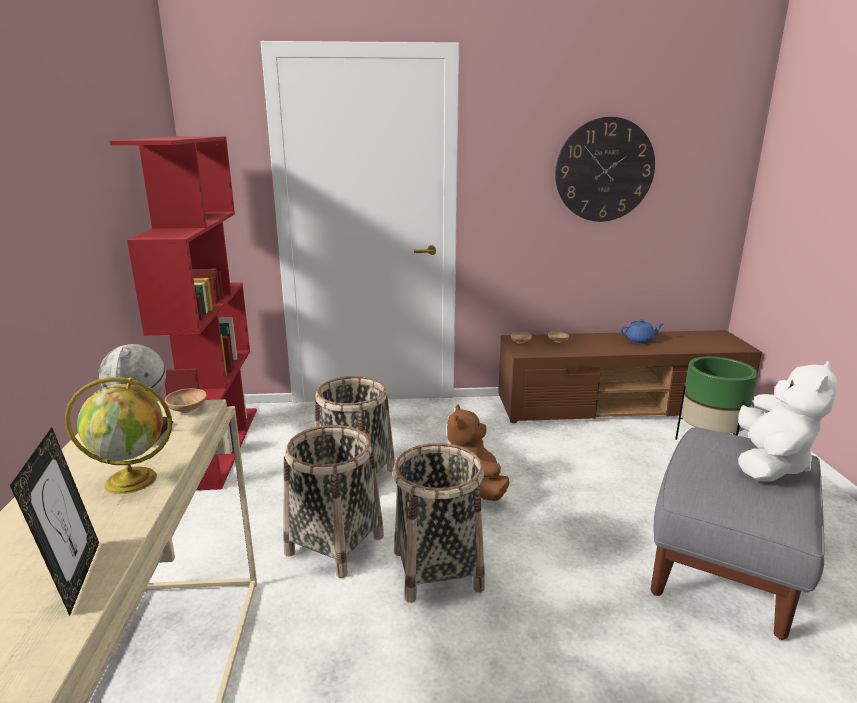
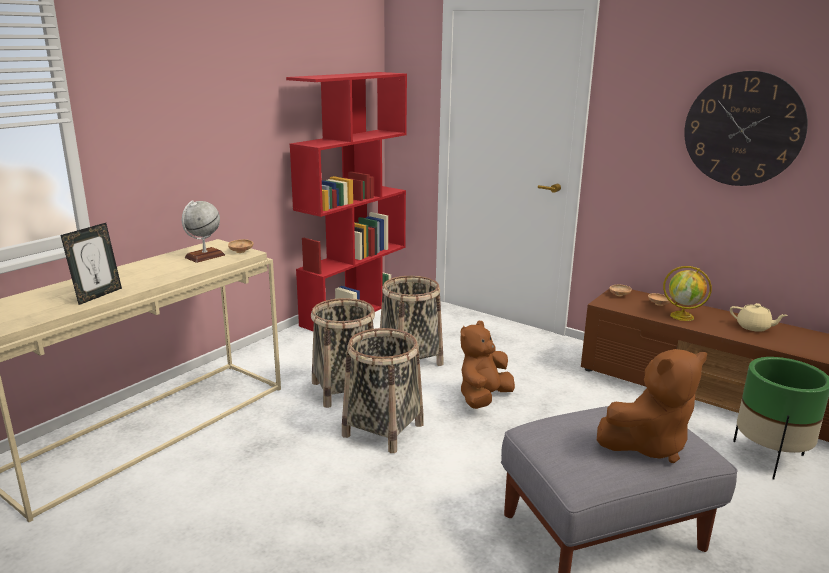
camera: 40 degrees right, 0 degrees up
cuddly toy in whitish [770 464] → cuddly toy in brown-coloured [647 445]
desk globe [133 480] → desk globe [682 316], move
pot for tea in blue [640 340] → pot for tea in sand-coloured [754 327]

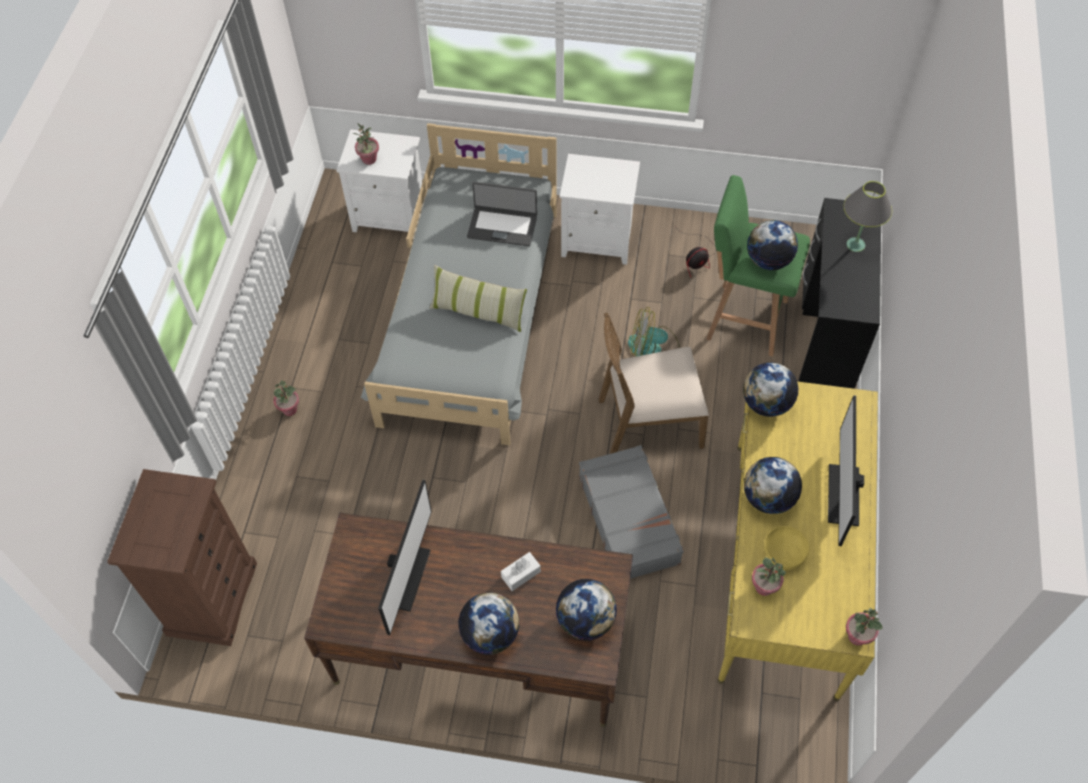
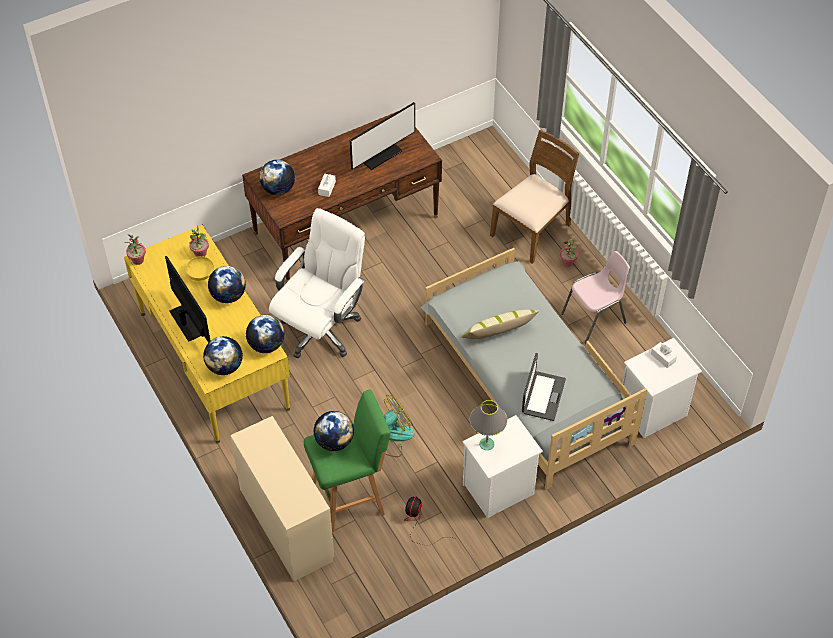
camera: 140 degrees right, 5 degrees down
desk globe [490 634] → desk globe [224 367], move
desk table in black [826 334] → desk table in sand-coloured [286 524]
travel case in greyish [629 519] → office chair in whitish [321 329]
monitor [405 577] → monitor [381 155], 105 degrees counterclockwise
table lamp in greyish [855 244] → table lamp in greyish [486 444], move
chair in brown-coloured [649 421] → chair in brown-coloured [532 230], move
notebook computer [502 226] → notebook computer [542 396], 135 degrees clockwise
- → chair in pink [594 319]
potted plant [369 159] → tissue holder in whitish [663 358]
chest of drawers in brown-coloured [212 598] → -

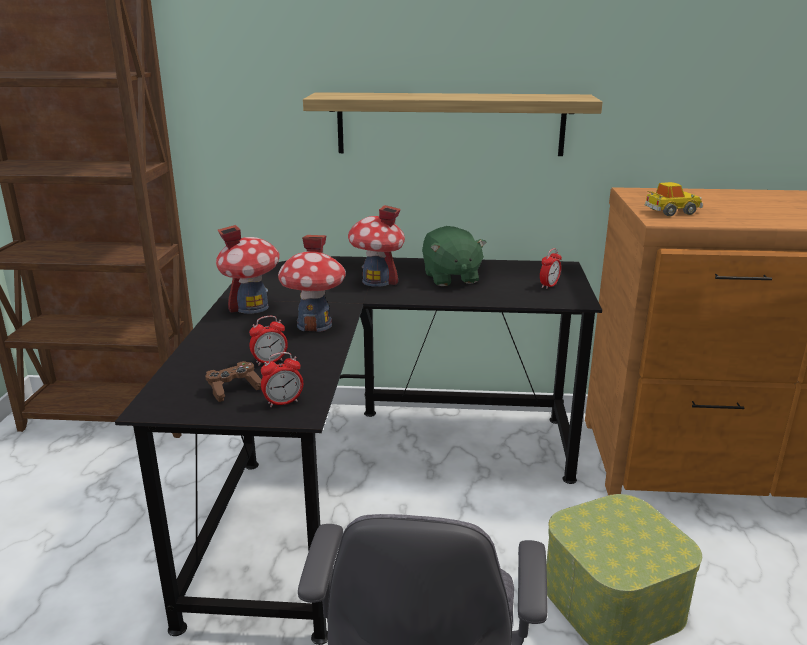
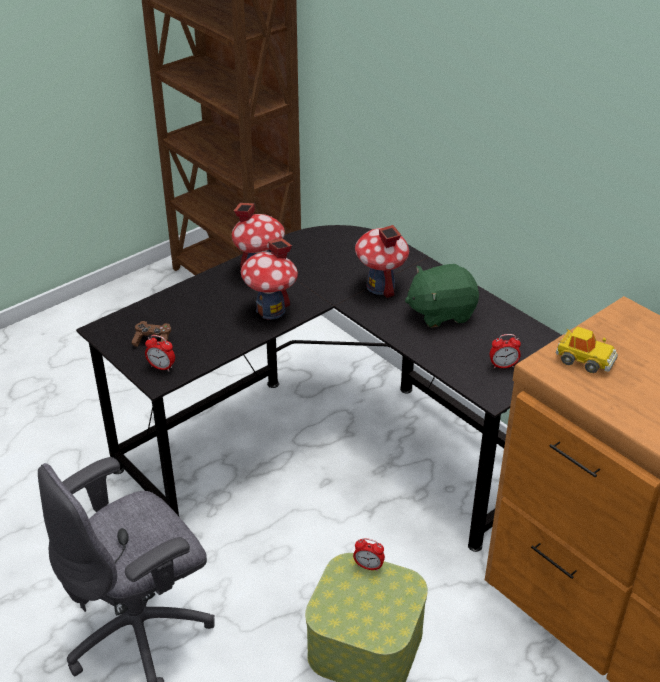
camera: 45 degrees right, 15 degrees up
table clock [269 361] → table clock [368 566], move
cuddly toy in greenish [450 278] → cuddly toy in greenish [441 312], 45 degrees clockwise
bracket shelf [450 124] → -

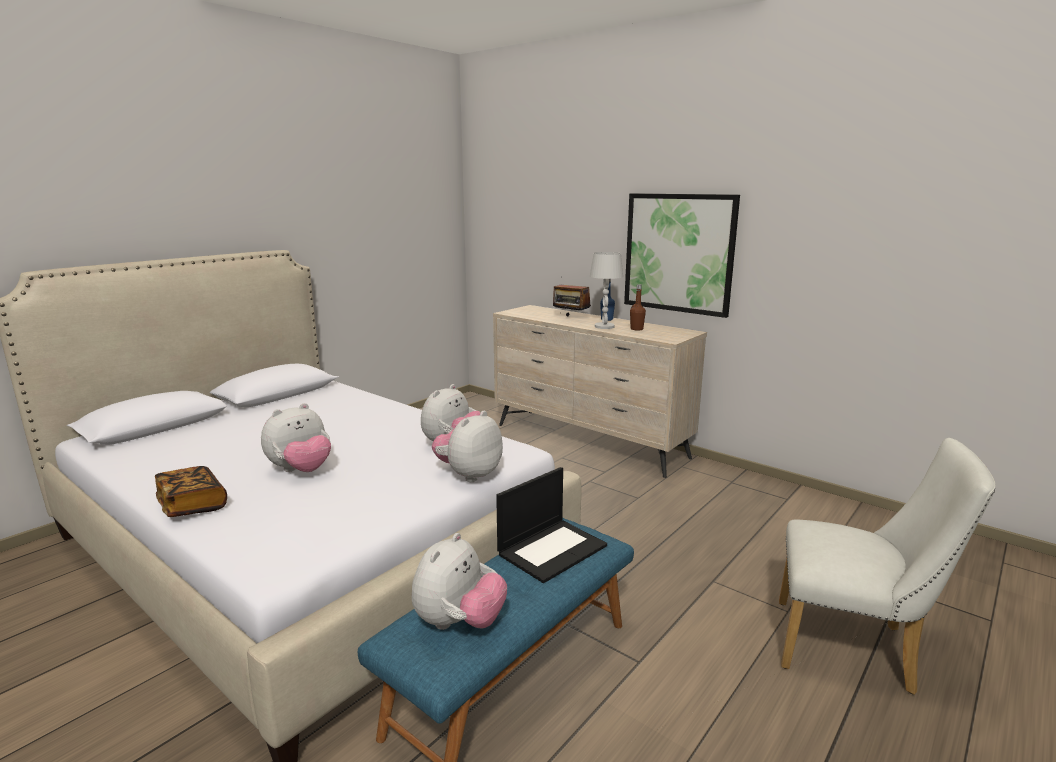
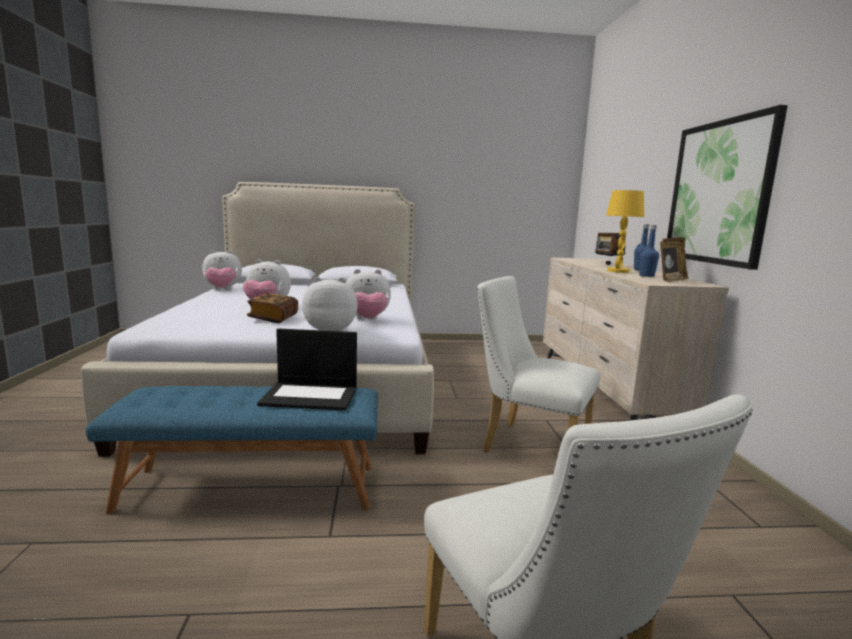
camera: 45 degrees right, 5 degrees down
cuddly toy [459 623] → cuddly toy [222 290], move
book [192 505] → book [273 318], move
- → chair in whitish [528 446]
table lamp in whitish [604 326] → table lamp in yellow-coloured [618 271]
drink bottle in brown-coloured [636 329] → drink bottle in blue [646 276]
- → photo frame [670 280]

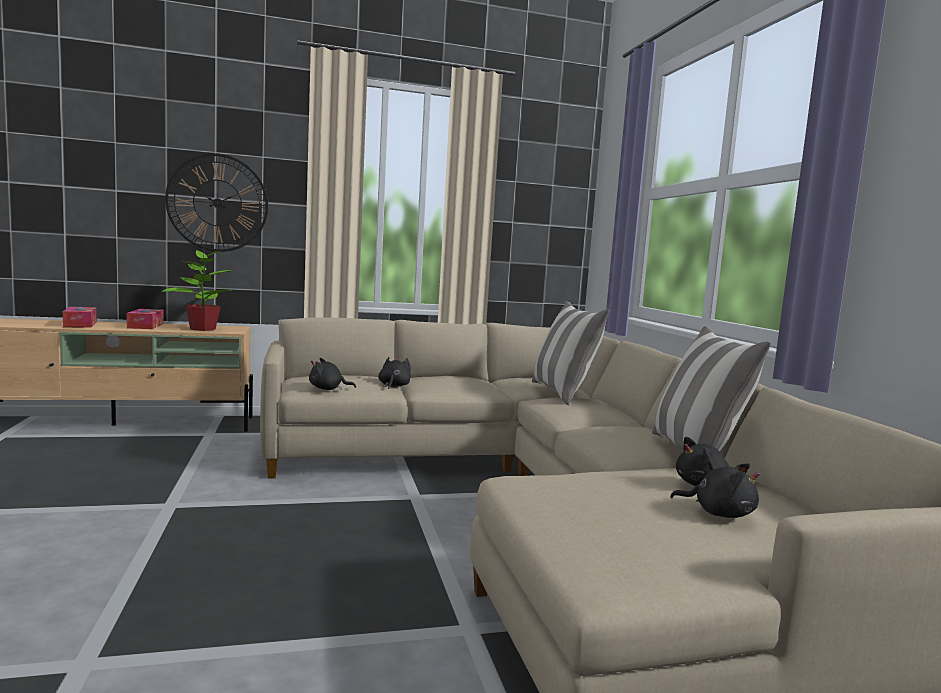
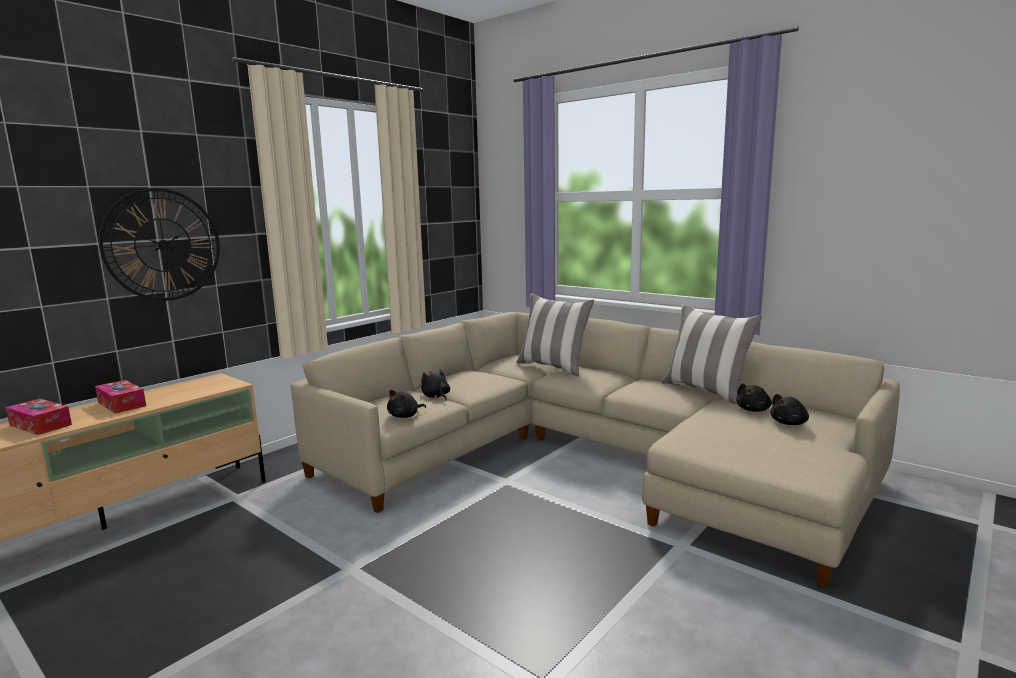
camera: 35 degrees left, 5 degrees up
cuddly toy in black [719 513] → cuddly toy in black [789 423], 150 degrees clockwise
potted plant [202 329] → -

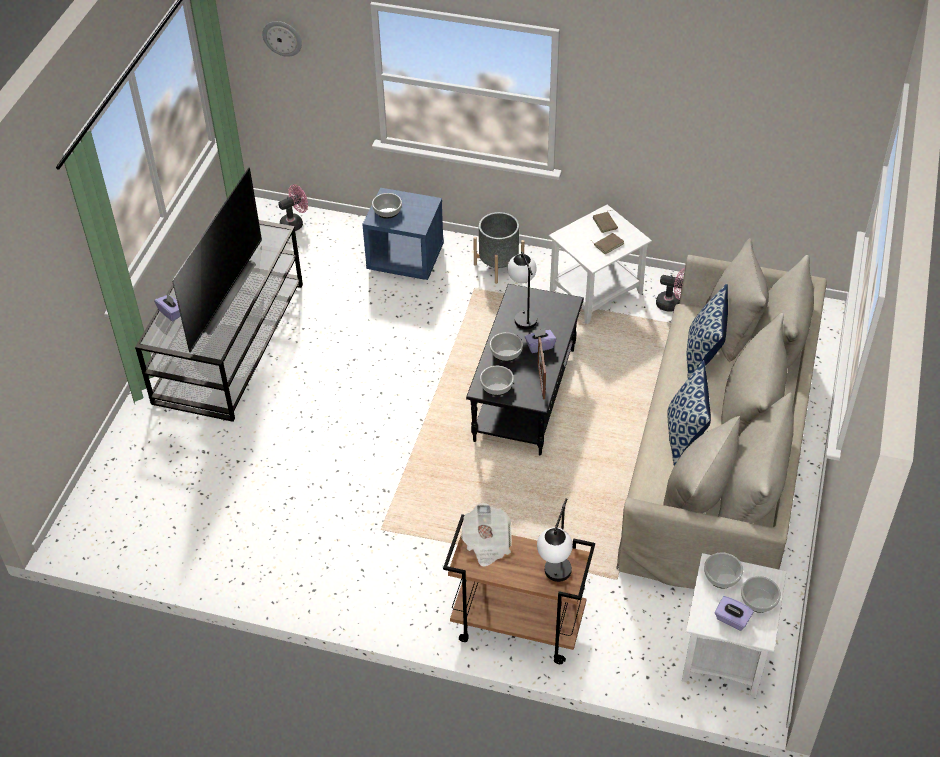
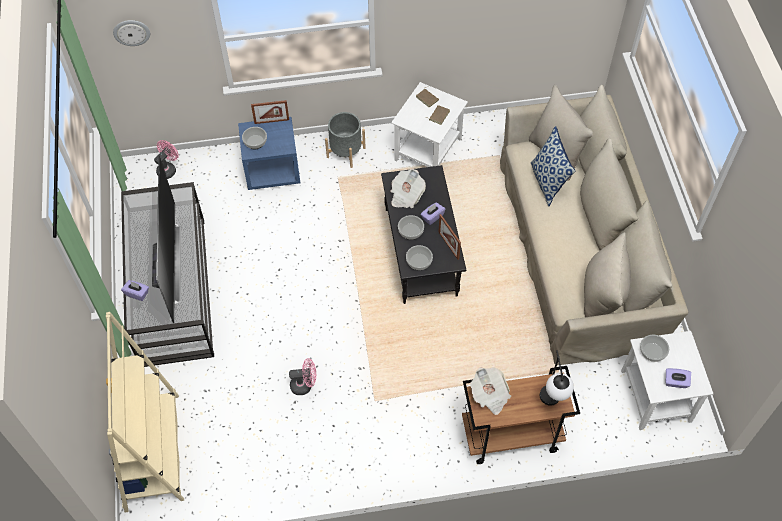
camera: 25 degrees left, 10 degrees up
- → shelving unit in sand-coloured [152 451]
- → photo frame [271 121]
cooling fan in pink [672 304] → cooling fan in pink [304 385], move
table lamp [522 314] → newspaper [406 195]
pillow [685 437] → -
deep dish [759 599] → -

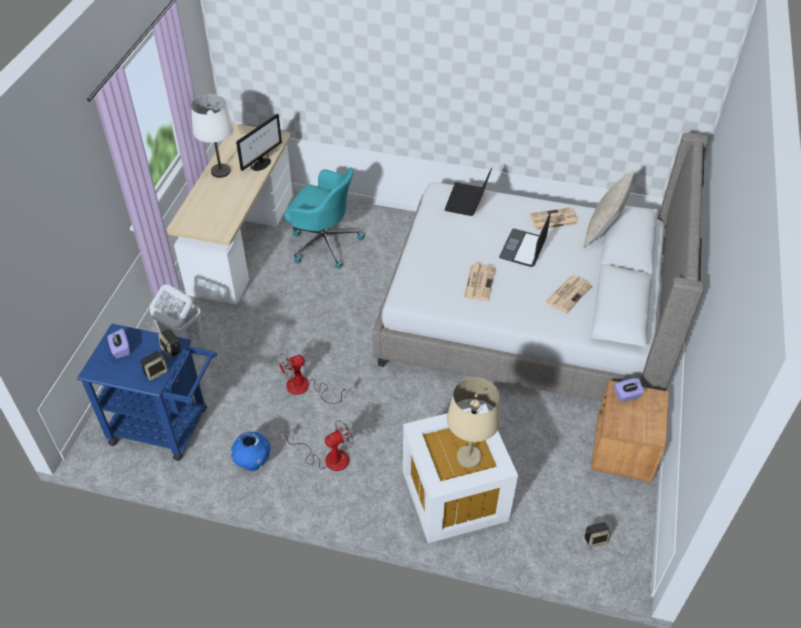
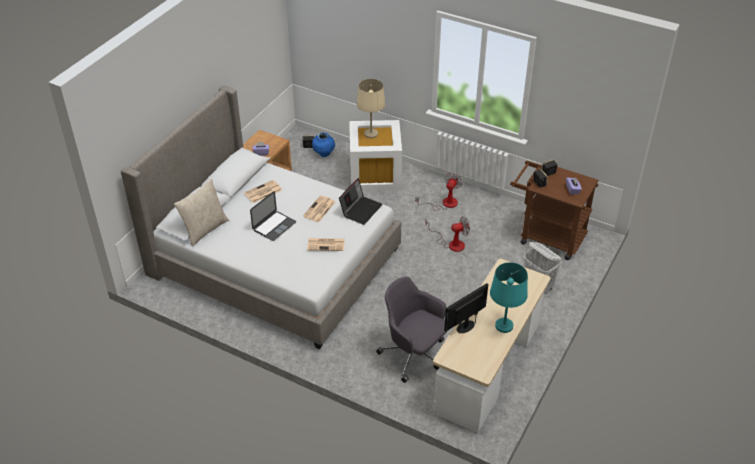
camera: 165 degrees left, 5 degrees down
newspaper [552 219] → newspaper [326 244], move
vase in blue [253 463] → vase in blue [324 154], move
notebook computer [467 201] → notebook computer [361 209], move
office chair in turquoise [323 243] → office chair in greyish [414 354]
cooling fan [328 458] → cooling fan [444 203], 135 degrees clockwise
table lamp in whitish [220 171] → table lamp in turquoise [504 326]
cart in blue [167 428] → cart in brown-coloured [546 236]

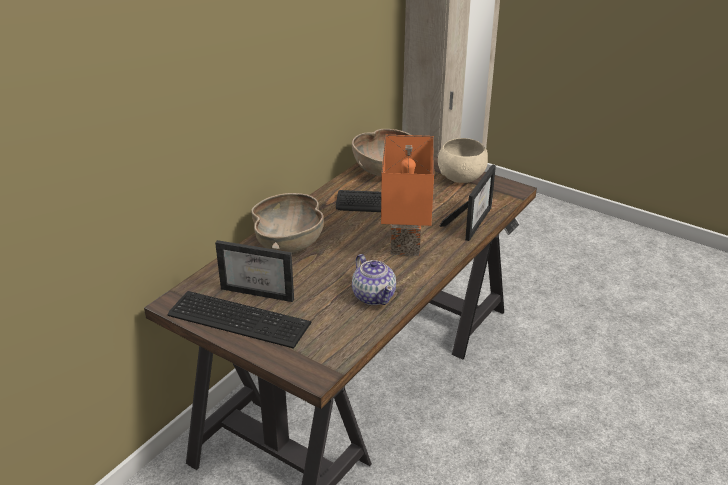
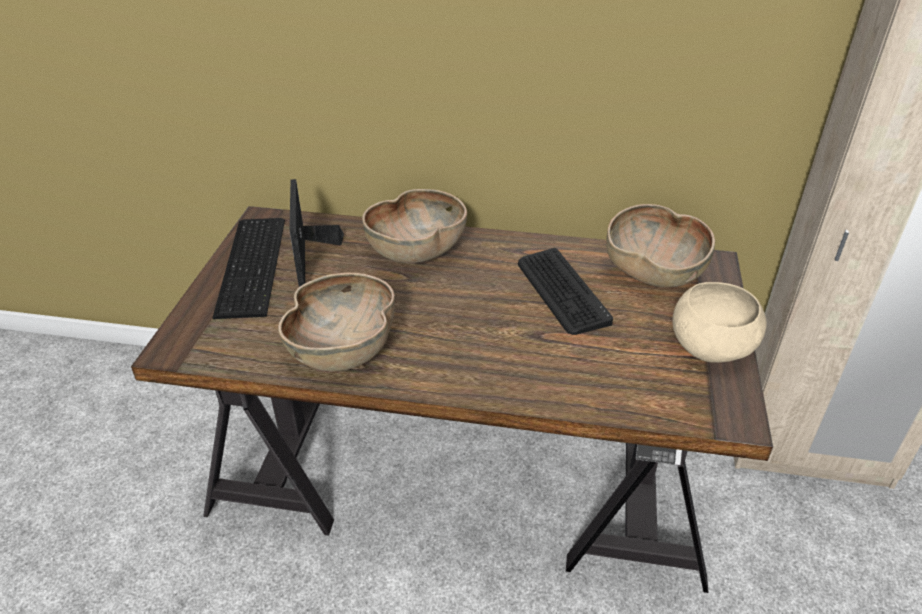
camera: 65 degrees right, 5 degrees up
pot for tea [374 296] → deep dish in brown-coloured [343 349]
table lamp in orange-coloured [403 241] → -
photo frame [472 221] → -

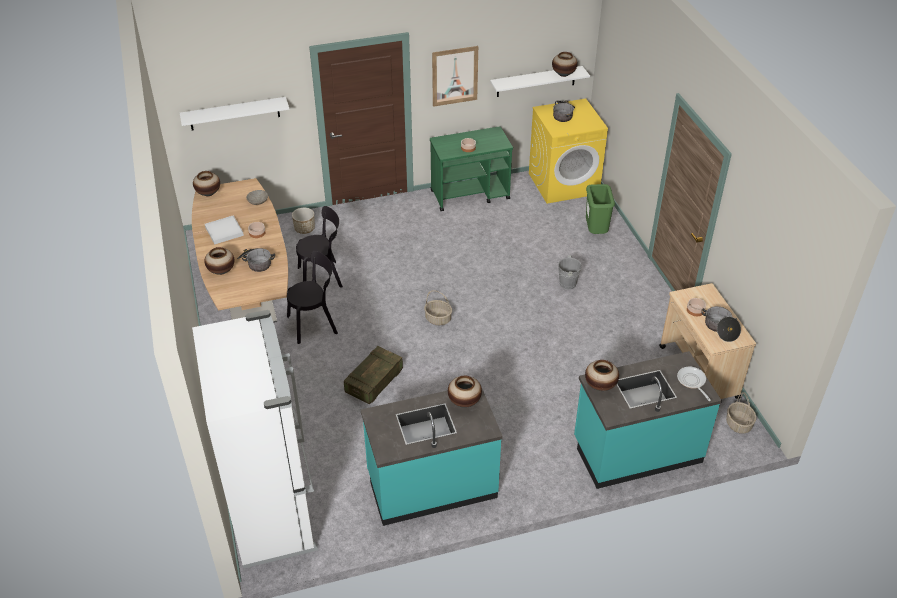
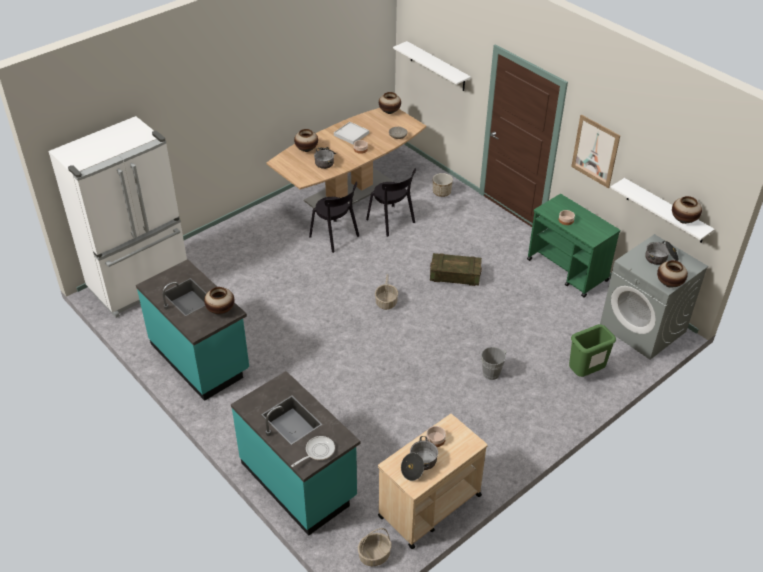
camera: 65 degrees right, 0 degrees up
shipping crate [374 382] → shipping crate [455 276], move
laundry machine in yellow-coloured [564 183] → laundry machine in greyish [643 328]
vase [600 385] → vase [669 283], move

